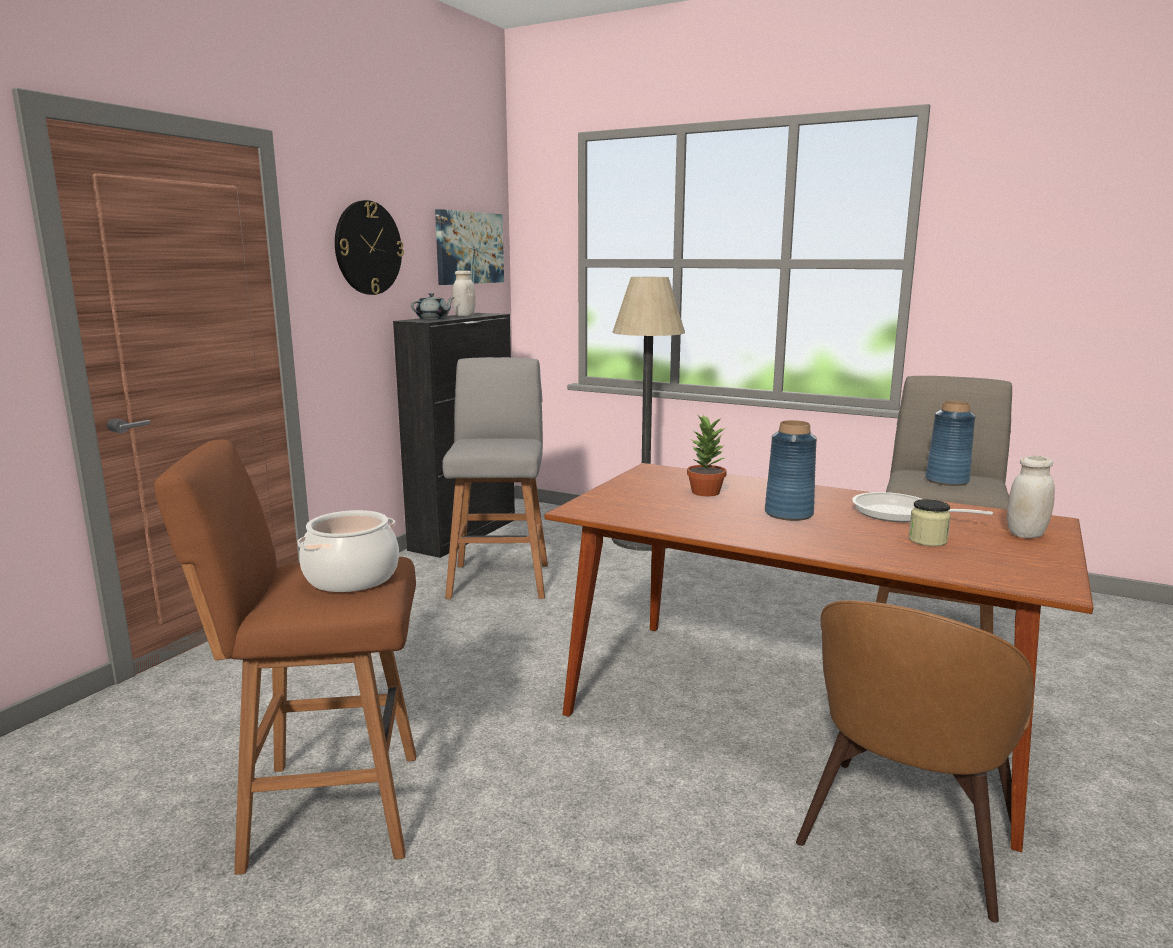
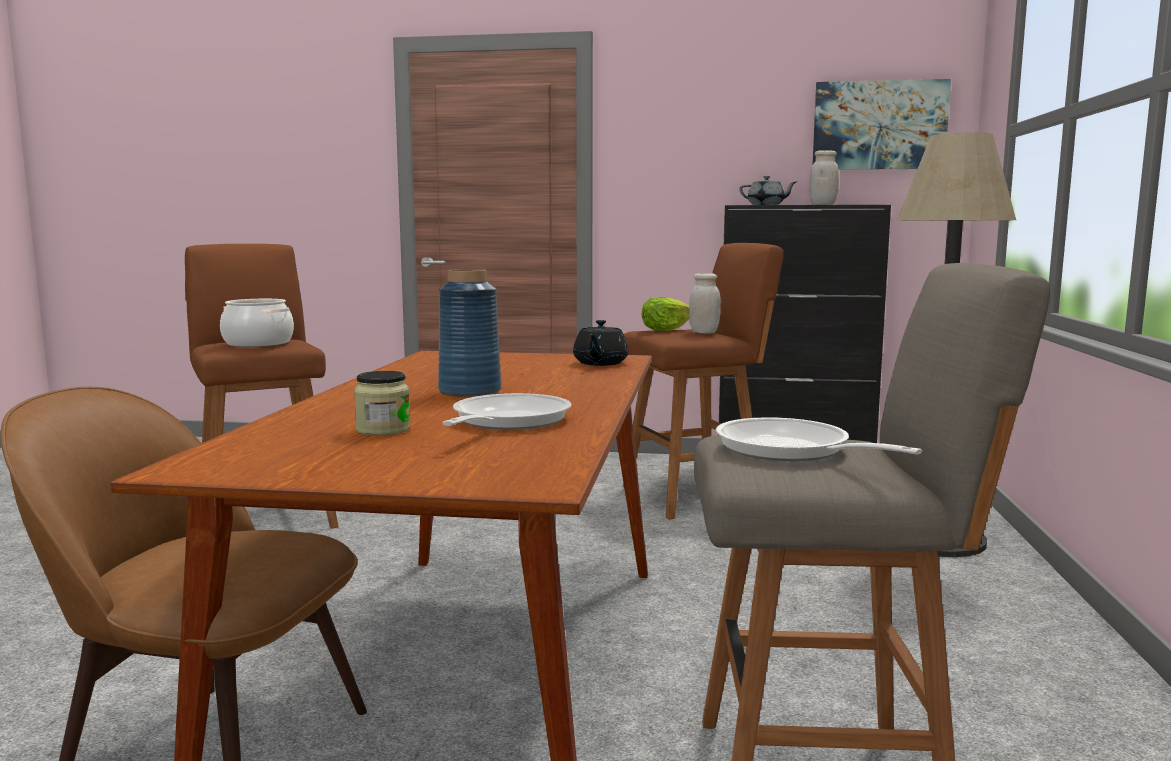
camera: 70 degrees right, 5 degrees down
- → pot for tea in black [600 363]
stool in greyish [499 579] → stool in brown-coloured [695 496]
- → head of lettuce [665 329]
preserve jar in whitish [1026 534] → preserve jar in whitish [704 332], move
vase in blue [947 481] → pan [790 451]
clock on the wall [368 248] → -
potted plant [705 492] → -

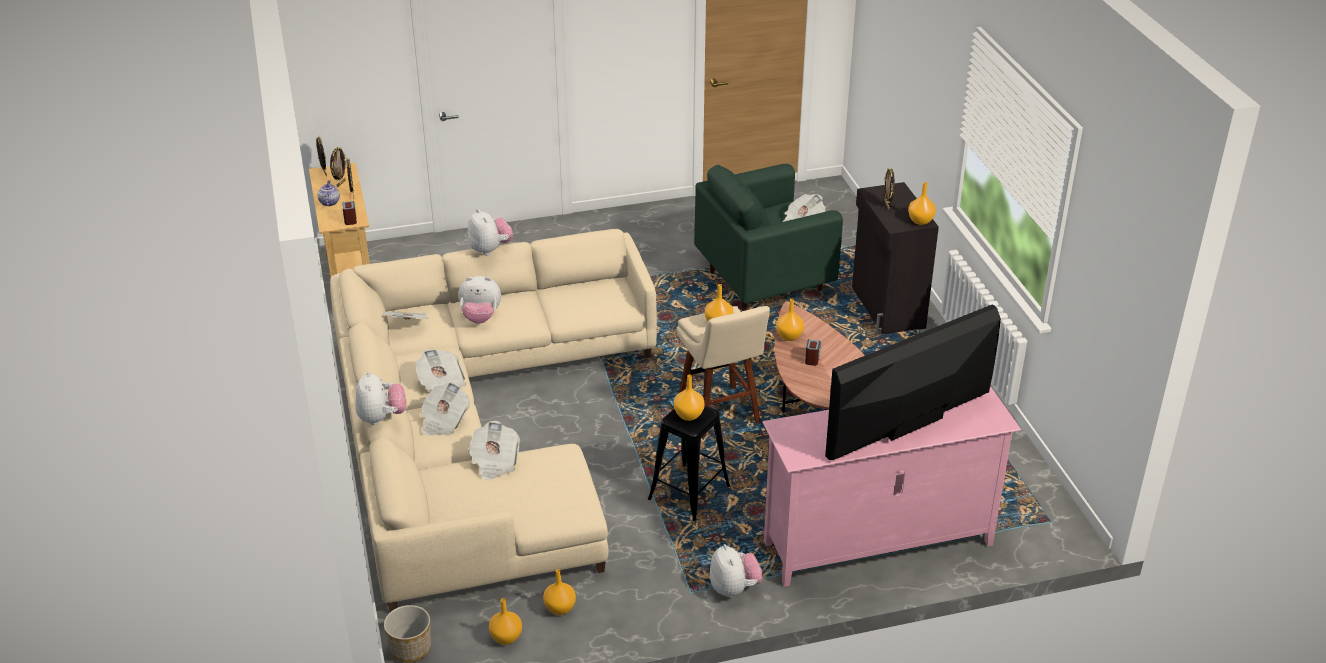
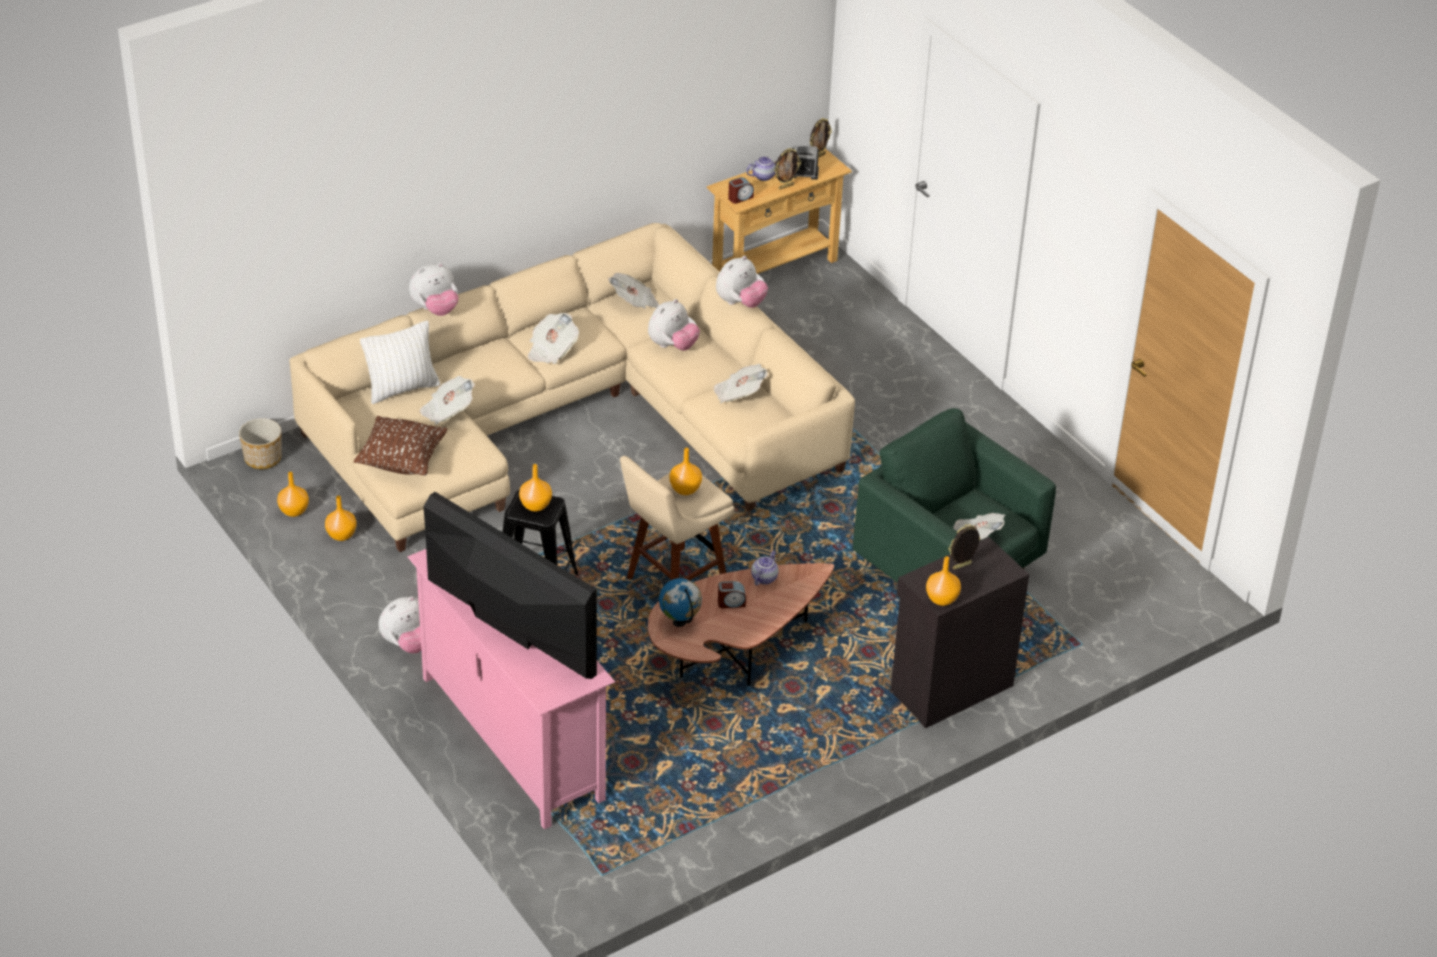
camera: 70 degrees right, 5 degrees up
- → pillow in brown-coloured [402 461]
- → pillow in whitish [402 389]
cuddly toy [480 317] → cuddly toy [672 346], 120 degrees counterclockwise
- → desk globe [679 622]
newspaper [444 421] → newspaper [738 394], move
vase in orange-coloured [788 336] → pot for tea [764 578]
photo frame [340 183] → table clock [804 172]

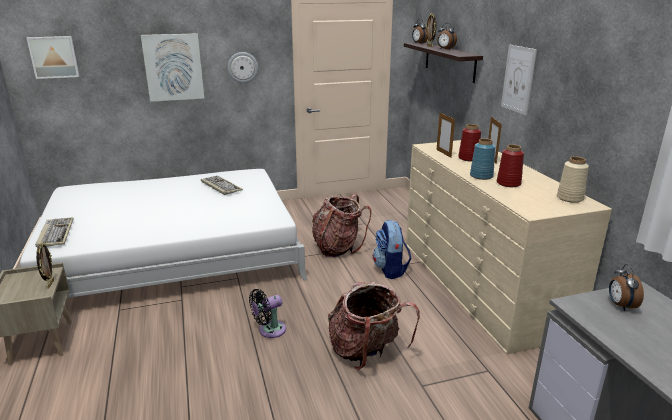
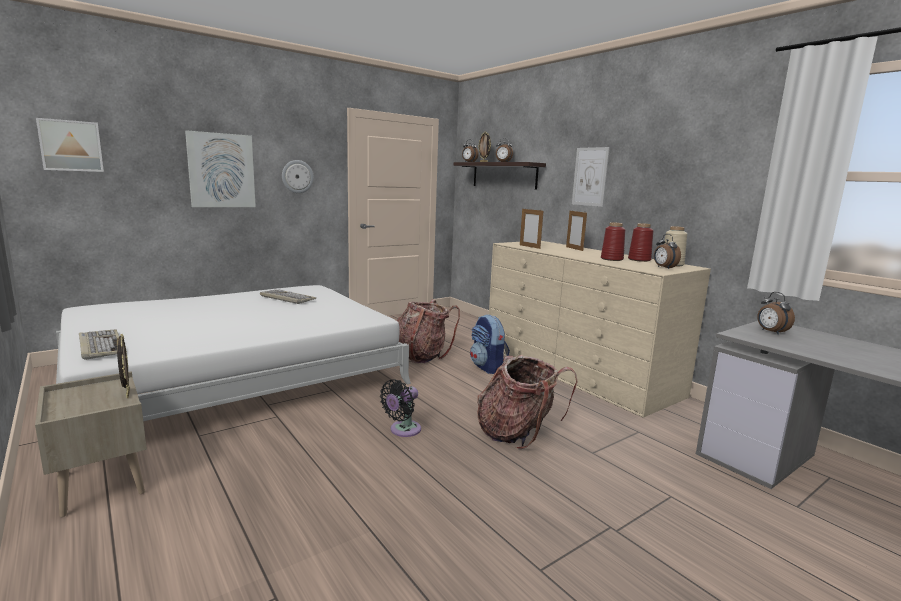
camera: 20 degrees left, 10 degrees down
vase in red-coloured [468 158] → vase in red-coloured [639 260], move
- → table clock [664 268]
vase in blue [481 176] → -

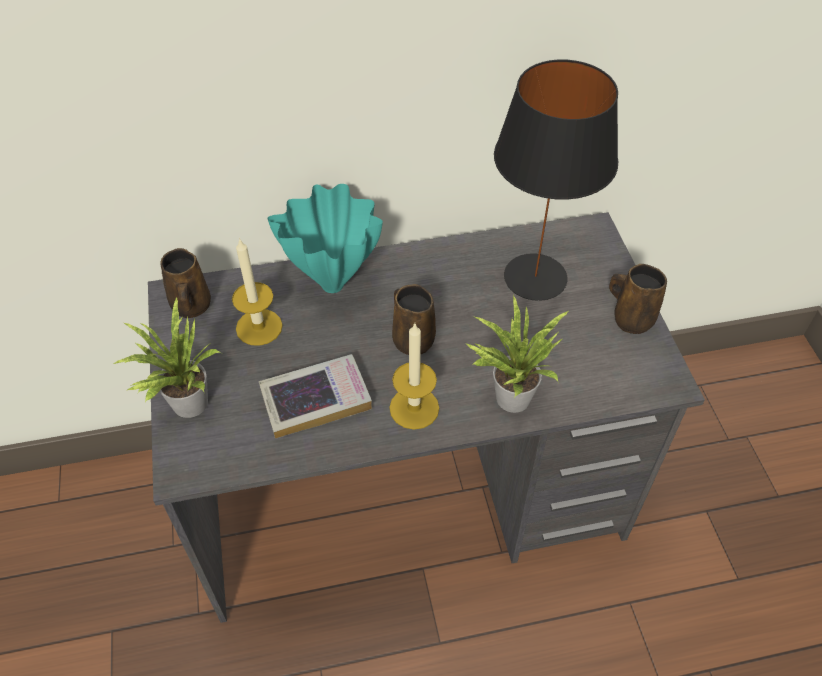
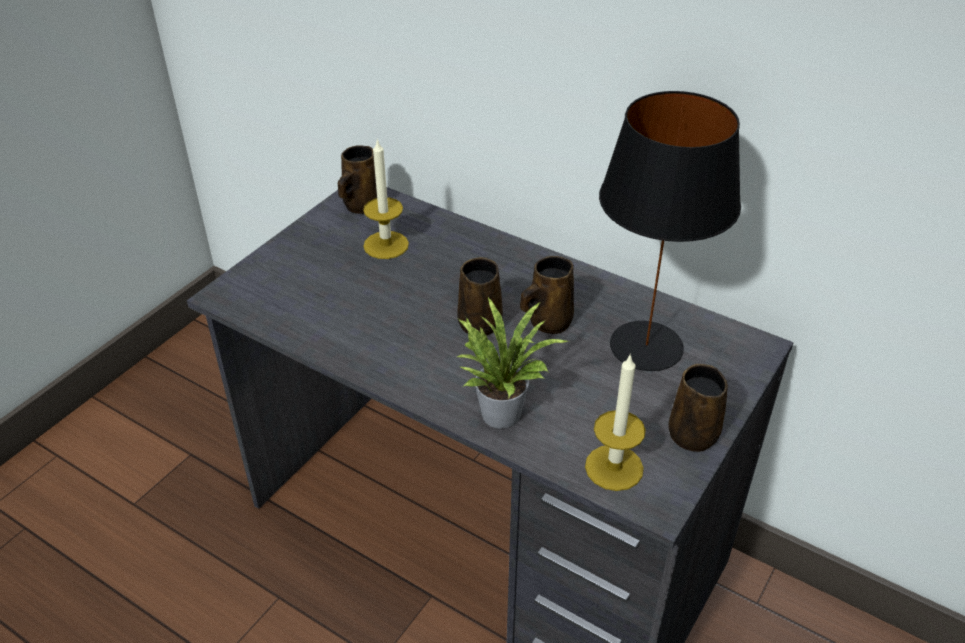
camera: 45 degrees right, 10 degrees down
- → mug in brown-coloured [547 322]
wax light [414 408] → wax light [614 467], move
potted plant [185 404] → -
book [315 400] → -
vase in turquoise [334 285] → -

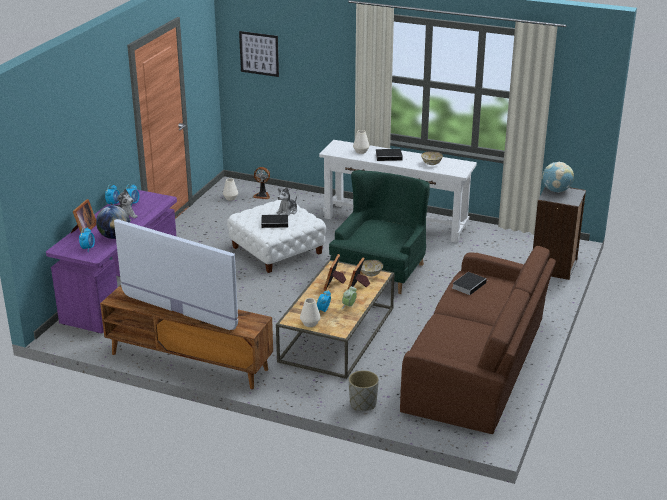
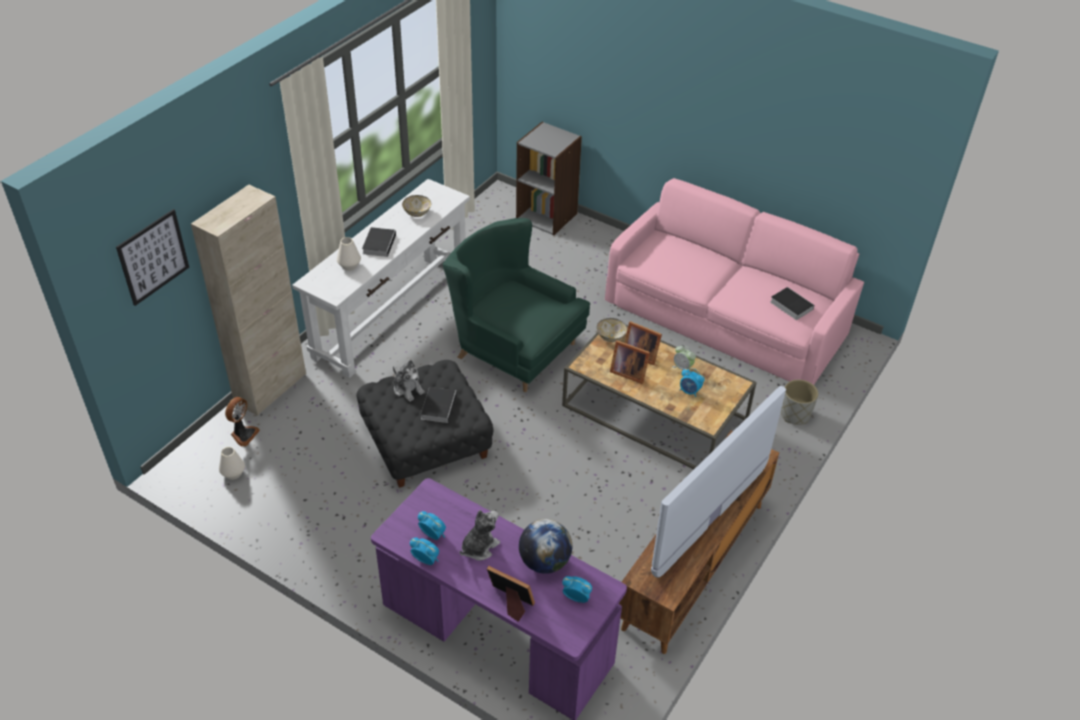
camera: 80 degrees left, 15 degrees up
- → storage cabinet in sand-coloured [270 388]
ottoman in whitish [277 250] → ottoman in black [426 440]
sofa in brown-coloured [477 363] → sofa in pink [727 314]
book [469 285] → book [790 305], move
vase in whitish [310 323] → -
desk globe [556 190] → -

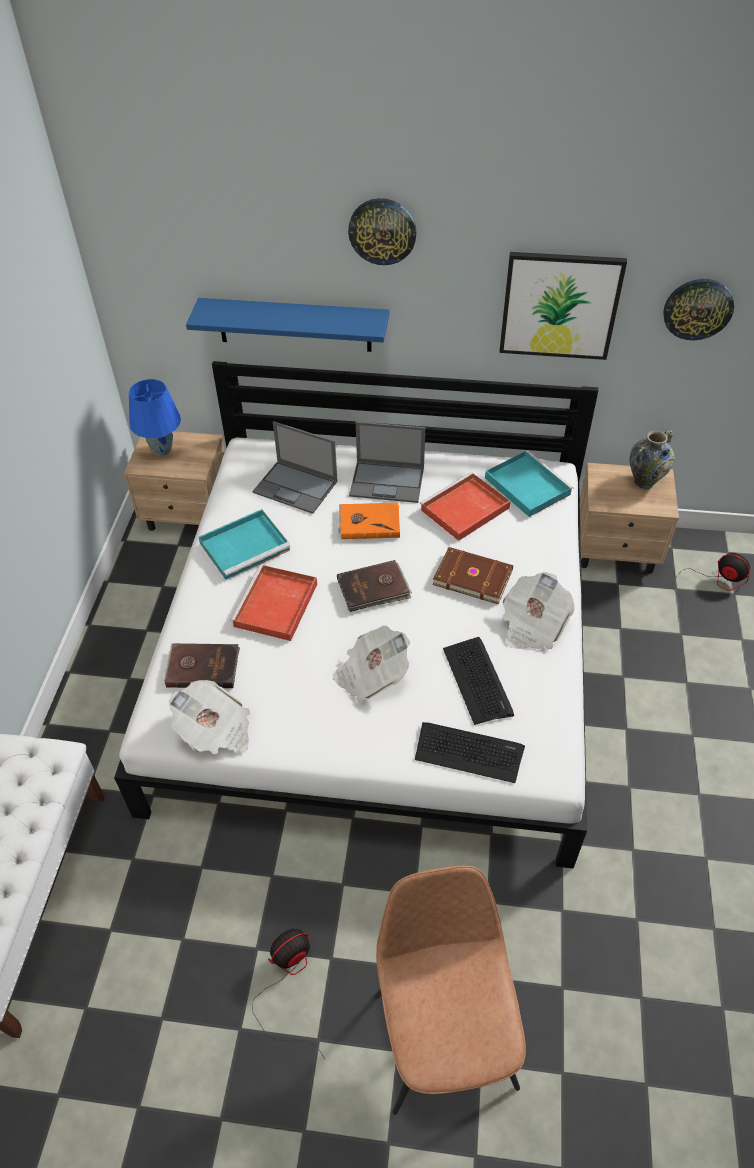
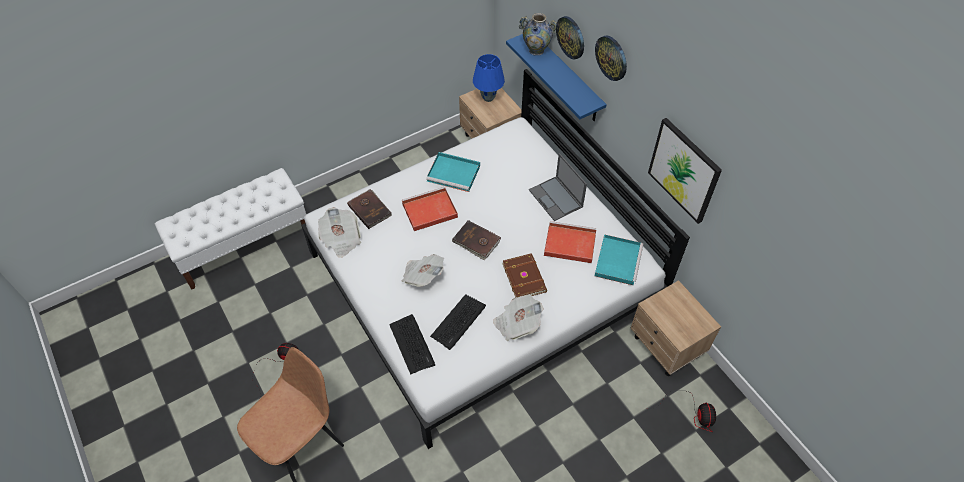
camera: 50 degrees right, 5 degrees up
vase [644 481] → vase [536 50], move
clock on the wall [698 308] → clock on the wall [571 37], move
notebook computer [296 487] → -
book in orange-coloured [369 522] → -

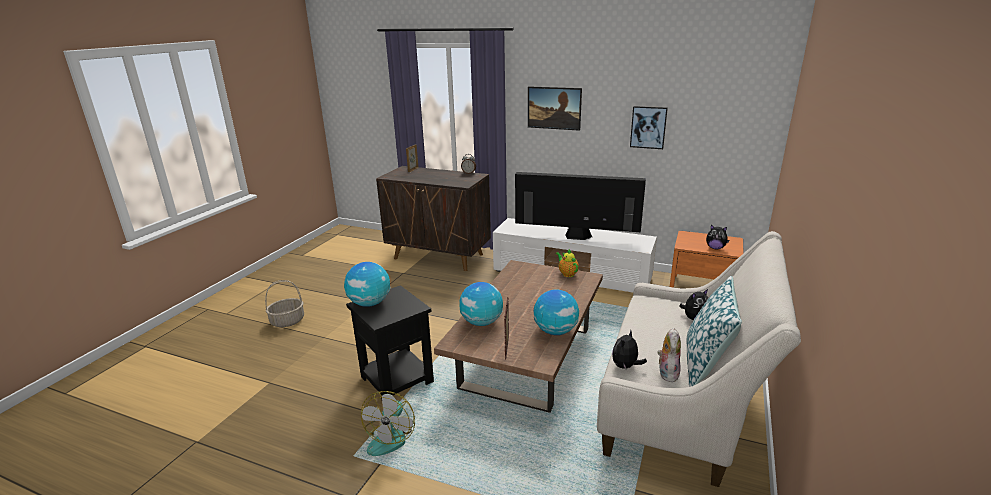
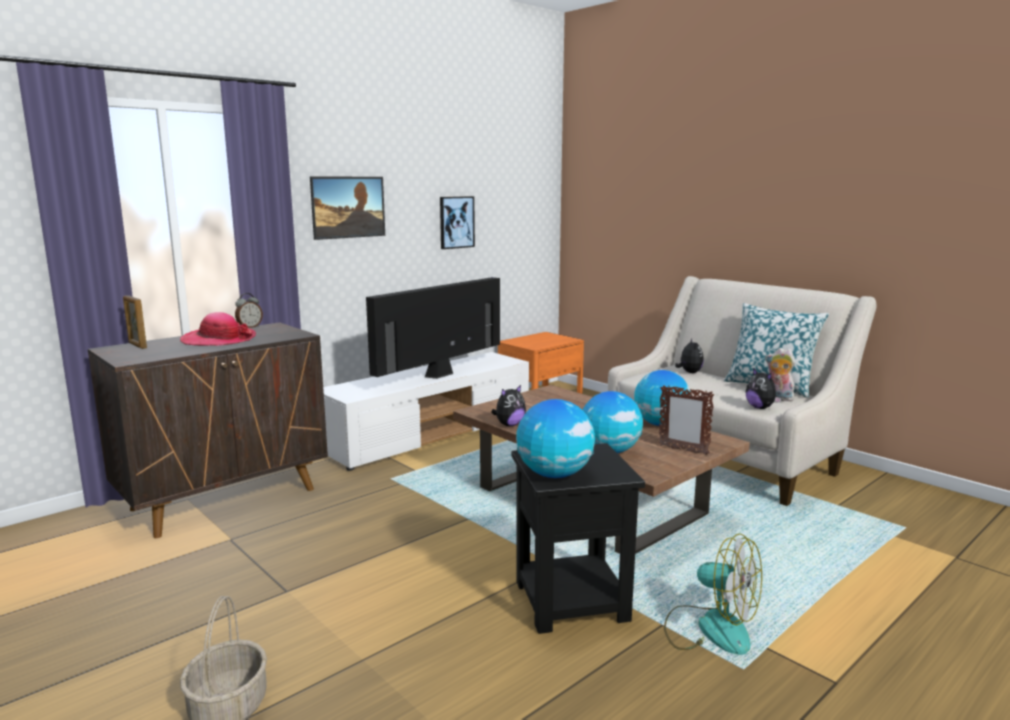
camera: 65 degrees left, 10 degrees down
- → hat [219 340]
cuddly toy [715 248] → cuddly toy [509 425], move
pot for tea [567 273] → -

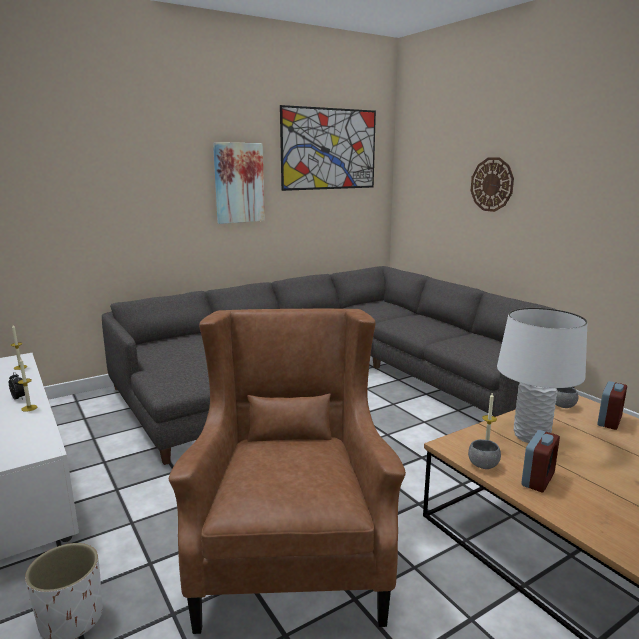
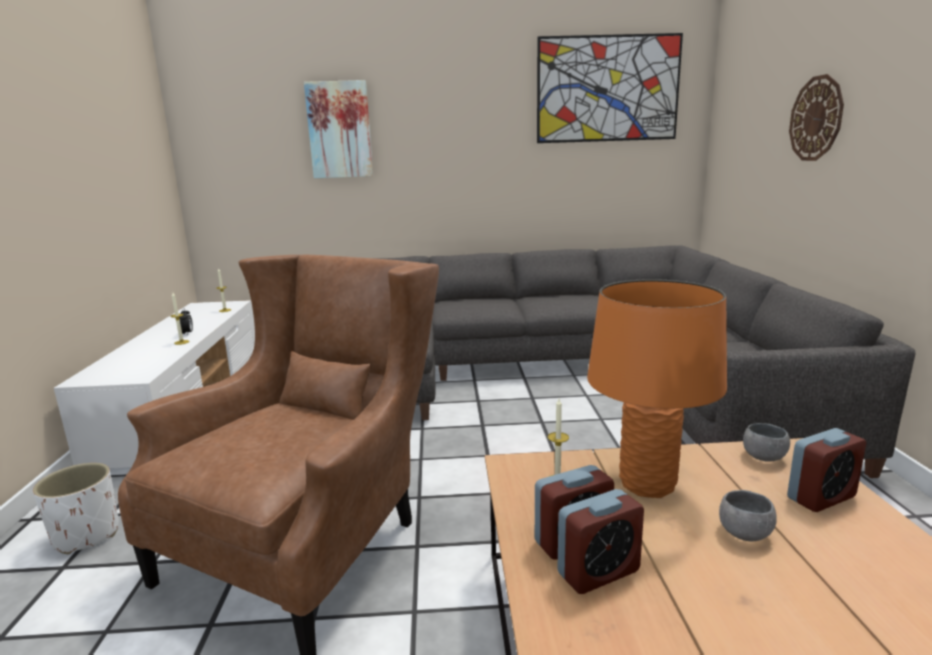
camera: 30 degrees right, 0 degrees up
wall art [239 183] → wall art [339 130], move
- → table clock [598 572]
table lamp in whitish [531 436] → table lamp in orange-coloured [647 484]
deep dish in greyish [483 465] → deep dish in greyish [744 533], move

